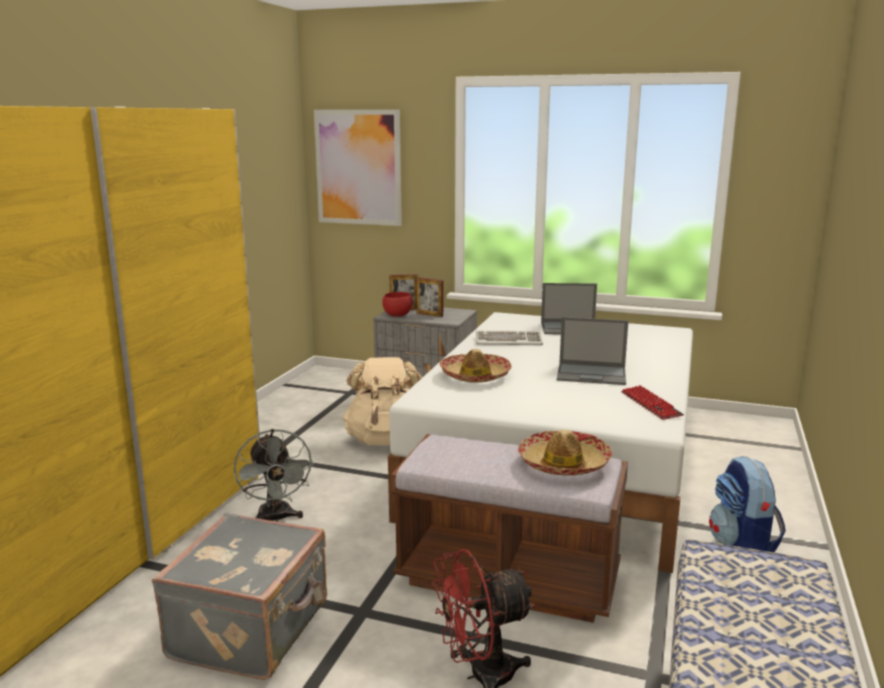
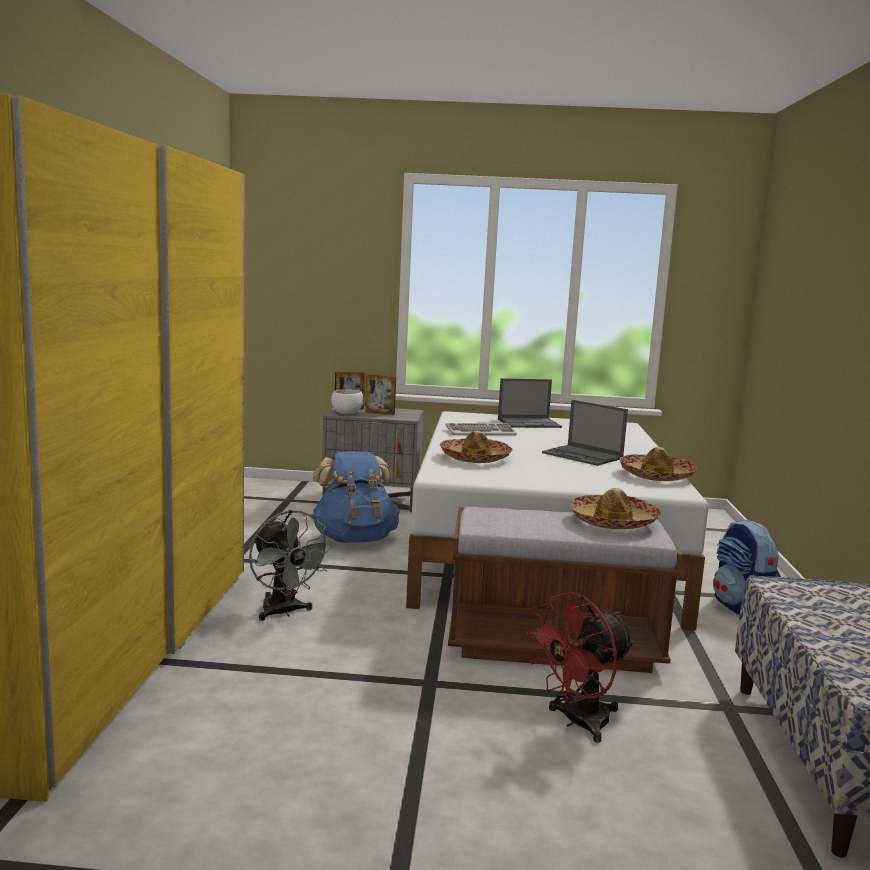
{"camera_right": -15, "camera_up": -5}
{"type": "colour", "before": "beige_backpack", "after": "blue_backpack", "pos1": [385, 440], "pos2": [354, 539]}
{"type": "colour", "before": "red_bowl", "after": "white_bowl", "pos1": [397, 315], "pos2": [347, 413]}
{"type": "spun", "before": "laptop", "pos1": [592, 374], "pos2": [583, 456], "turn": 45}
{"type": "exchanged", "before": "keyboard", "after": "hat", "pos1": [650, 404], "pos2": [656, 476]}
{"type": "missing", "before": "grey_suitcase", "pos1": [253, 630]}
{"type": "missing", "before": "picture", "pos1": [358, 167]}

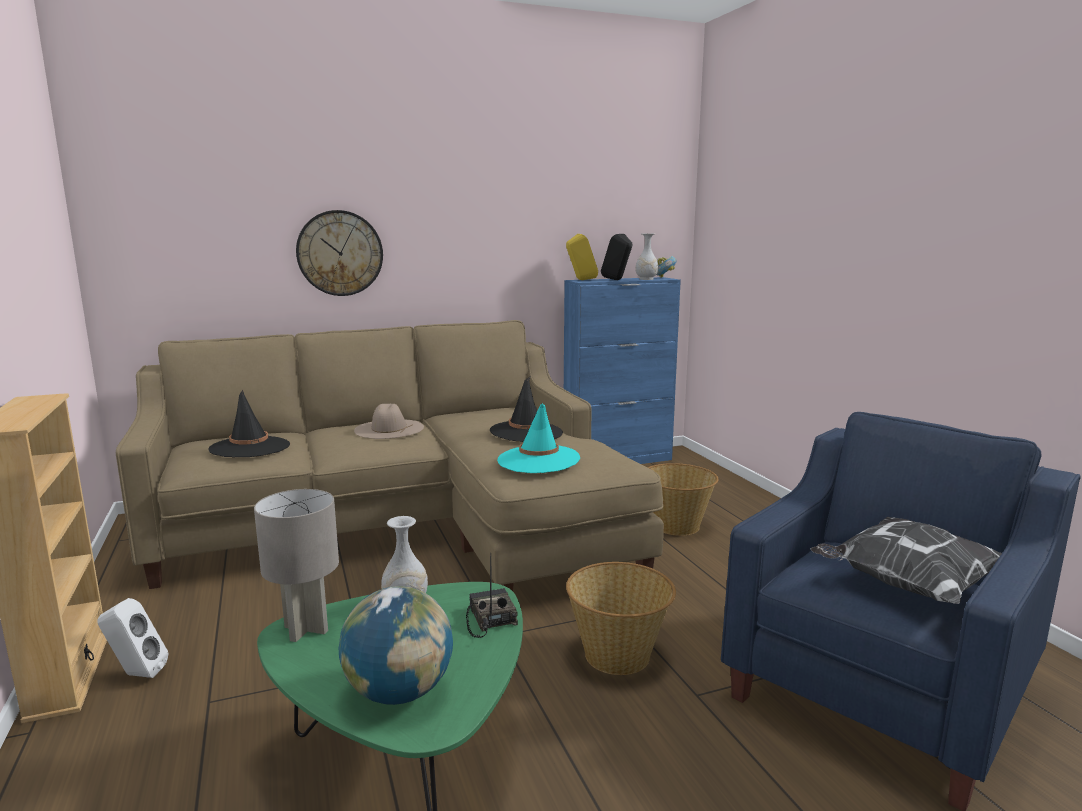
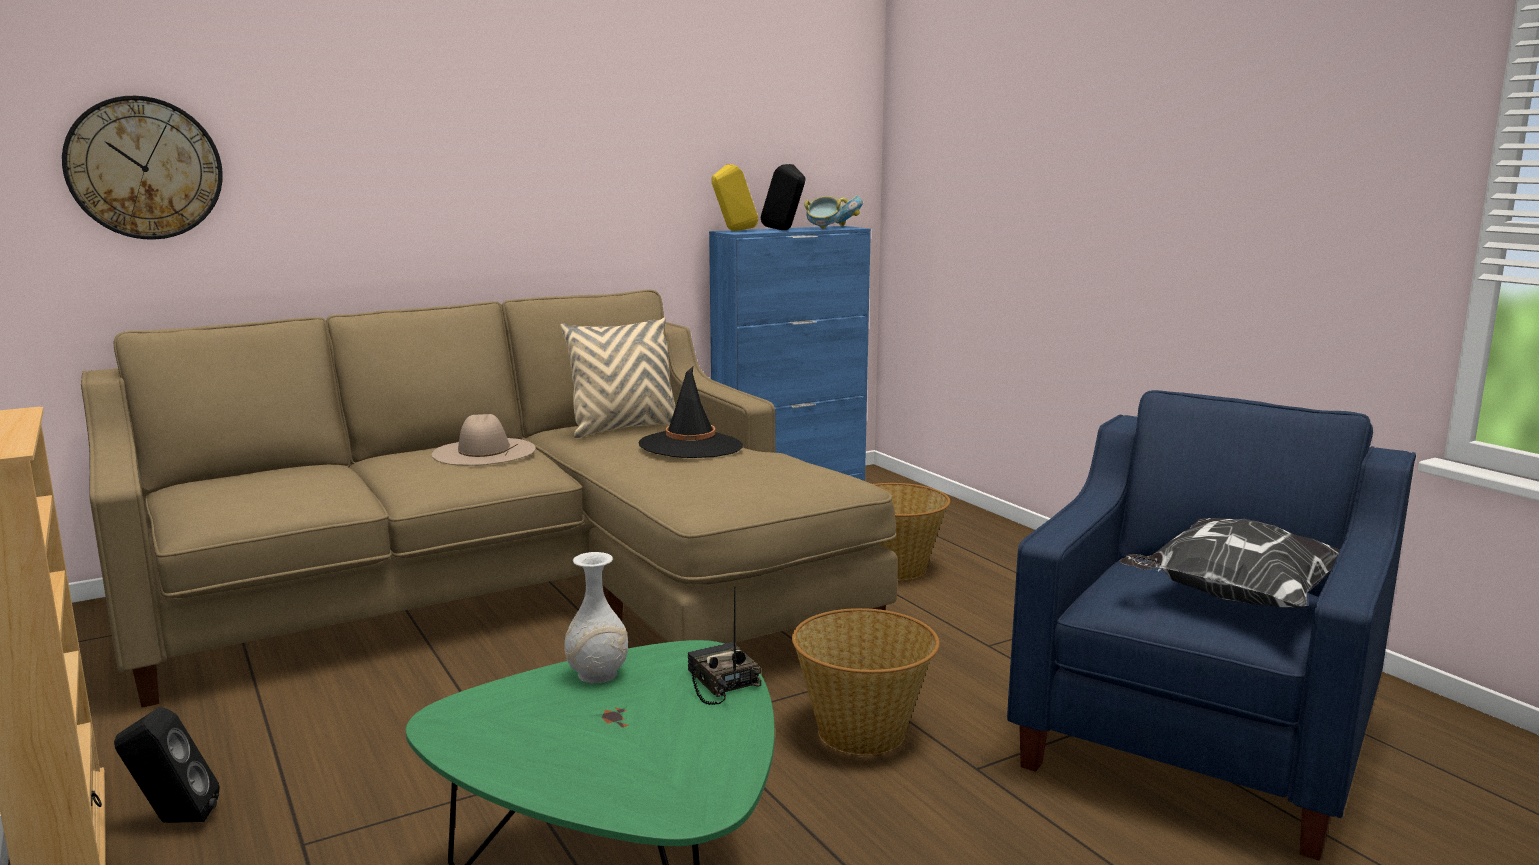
{"camera_right": -10, "camera_up": 0}
{"type": "relocated", "before": "wall_clock", "pos1": [340, 253], "pos2": [144, 168]}
{"type": "colour", "before": "white_speaker", "after": "black_speaker", "pos1": [136, 674], "pos2": [173, 821]}
{"type": "appeared", "after": "beige_pillow", "pos2": [624, 428]}
{"type": "exchanged", "before": "white_vase", "after": "bowl", "pos1": [646, 279], "pos2": [823, 228]}
{"type": "missing", "before": "black_hat", "pos1": [250, 447]}
{"type": "missing", "before": "grey_table_lamp", "pos1": [306, 628]}
{"type": "missing", "before": "globe", "pos1": [399, 692]}
{"type": "missing", "before": "turquoise_hat", "pos1": [538, 460]}

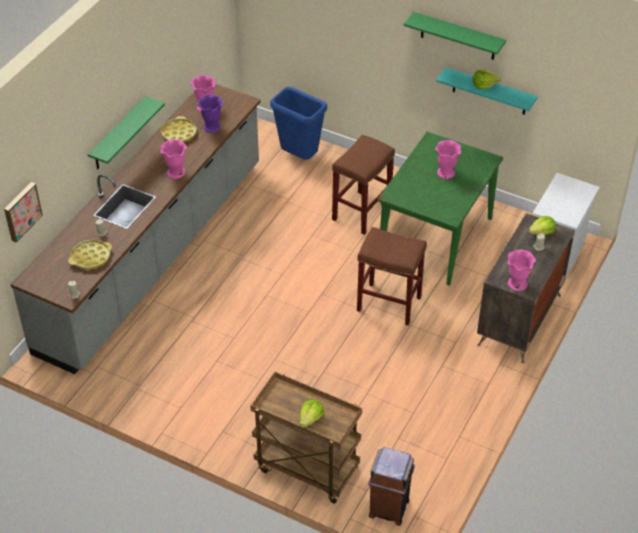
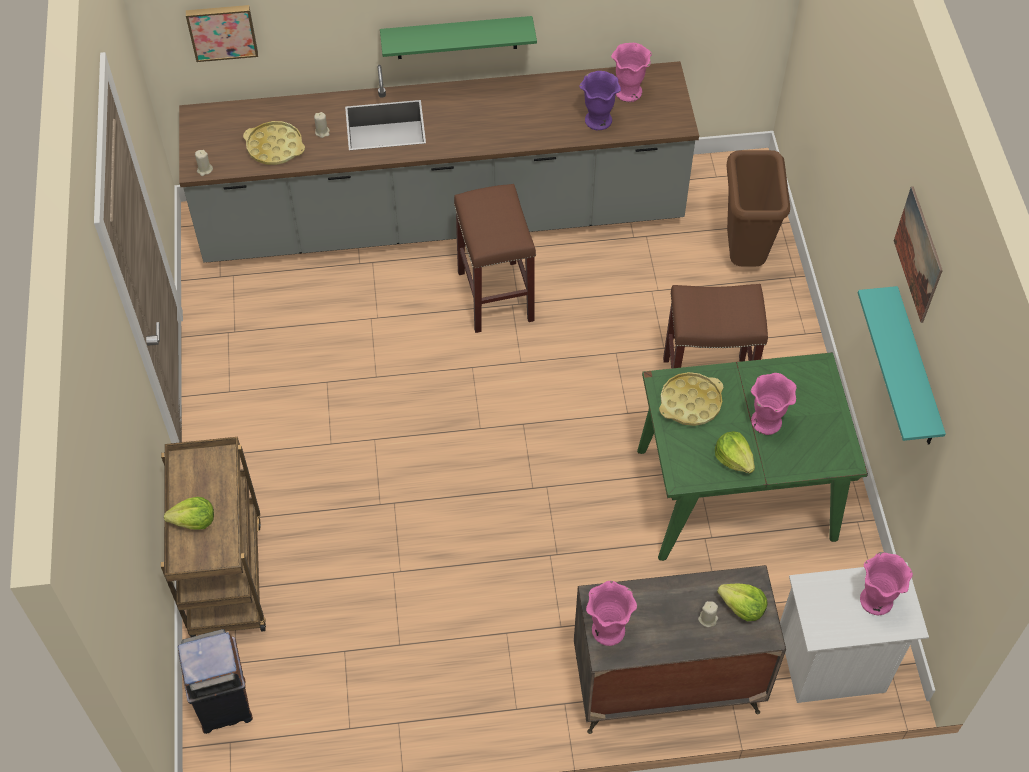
{"camera_right": 55, "camera_up": 10}
{"type": "relocated", "before": "brown_stool", "pos1": [388, 304], "pos2": [494, 295]}
{"type": "relocated", "before": "yellow_tray", "pos1": [179, 133], "pos2": [690, 402]}
{"type": "relocated", "before": "lettuce", "pos1": [484, 85], "pos2": [734, 459]}
{"type": "colour", "before": "blue_trash_can", "after": "brown_trash_can", "pos1": [298, 157], "pos2": [743, 255]}
{"type": "relocated", "before": "pink_vase", "pos1": [176, 173], "pos2": [875, 600]}
{"type": "exchanged", "before": "green_shelf", "after": "picture", "pos1": [458, 36], "pos2": [918, 254]}

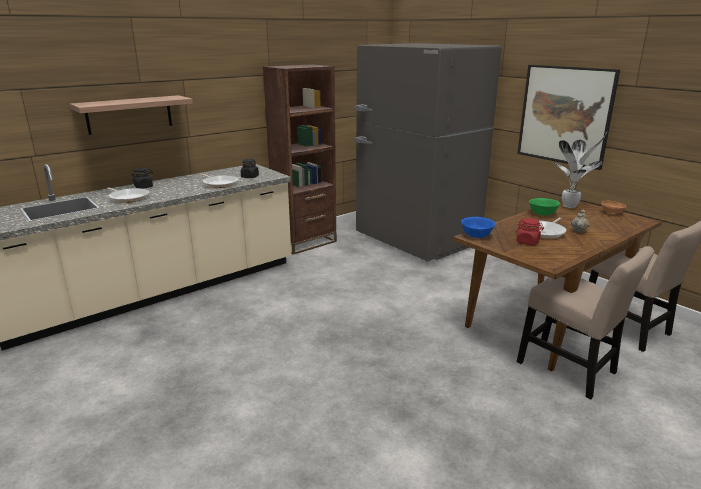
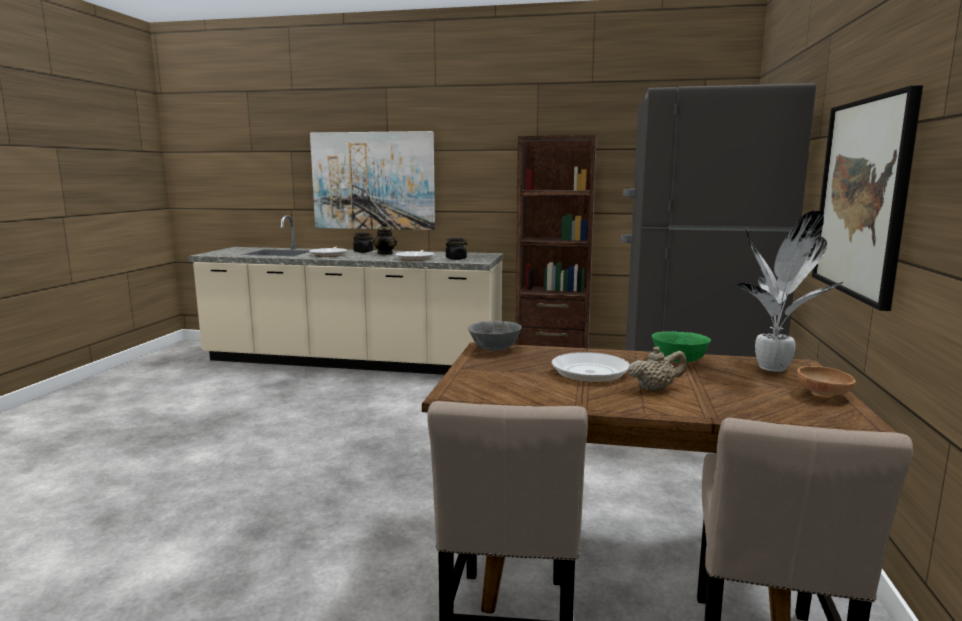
{"camera_right": 50, "camera_up": -10}
{"type": "exchanged", "before": "shelf", "after": "picture", "pos1": [129, 114], "pos2": [373, 181]}
{"type": "appeared", "after": "teapot", "pos2": [385, 254]}
{"type": "colour", "before": "blue_bowl", "after": "grey_bowl", "pos1": [477, 236], "pos2": [494, 349]}
{"type": "missing", "before": "red_jar", "pos1": [528, 242]}

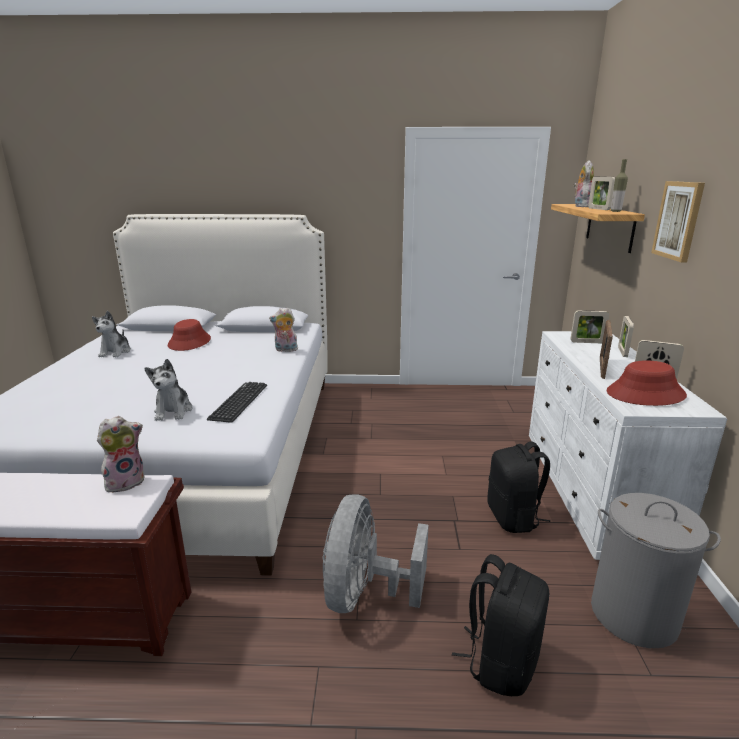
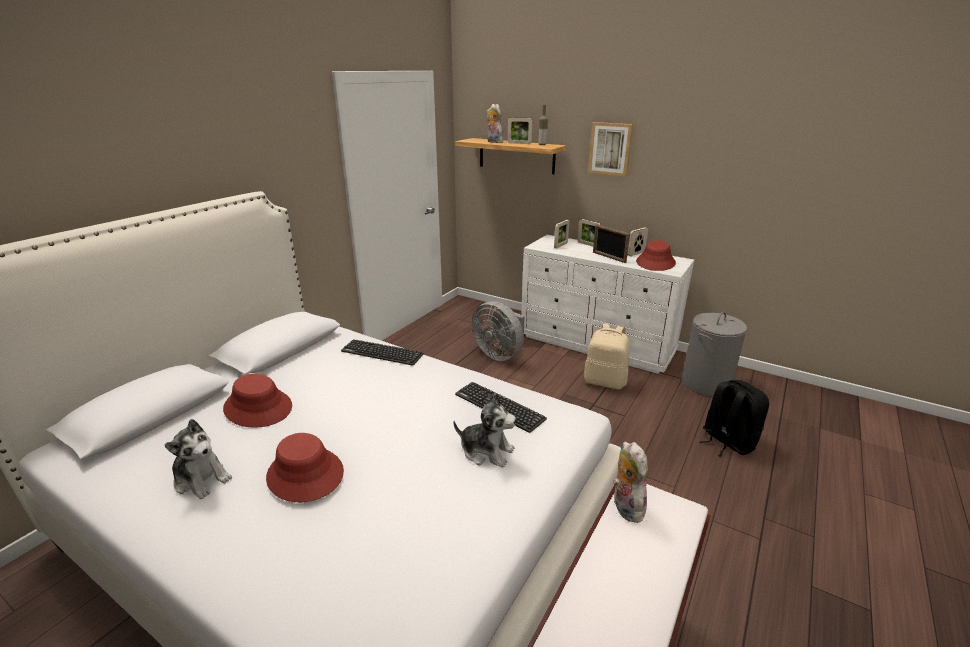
{"camera_right": -60, "camera_up": 5}
{"type": "appeared", "after": "red_hat", "pos2": [305, 475]}
{"type": "exchanged", "before": "plush_toy", "after": "keyboard", "pos1": [285, 350], "pos2": [382, 353]}
{"type": "relocated", "before": "grey_fan", "pos1": [365, 594], "pos2": [500, 354]}
{"type": "colour", "before": "black_backpack", "after": "beige_backpack", "pos1": [513, 518], "pos2": [605, 381]}

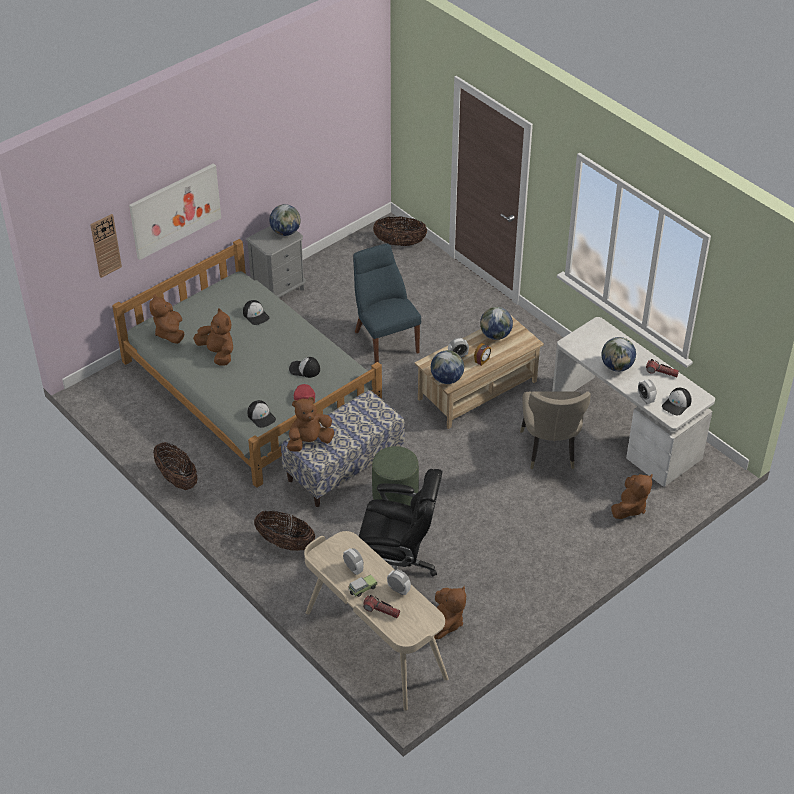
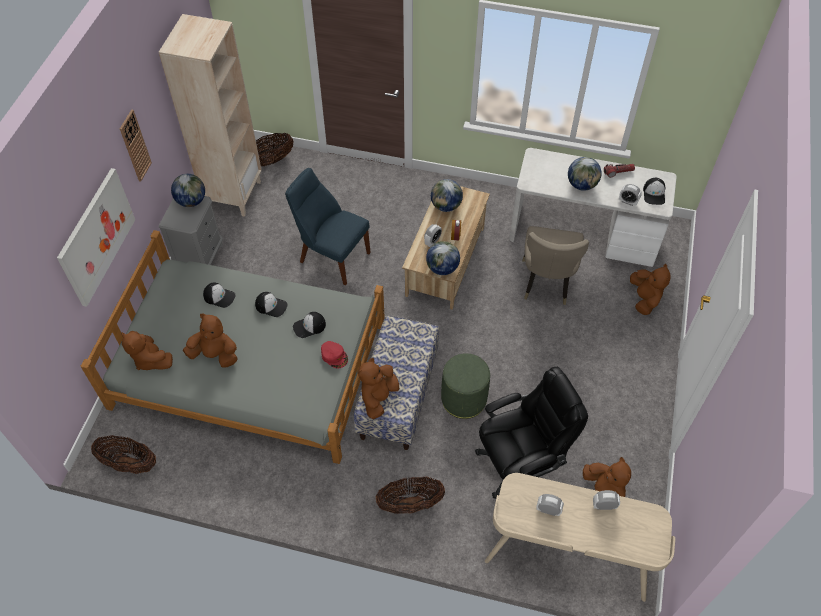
{"camera_right": -35, "camera_up": 10}
{"type": "relocated", "before": "basket", "pos1": [177, 478], "pos2": [129, 463]}
{"type": "relocated", "before": "wall_clock", "pos1": [105, 245], "pos2": [135, 146]}
{"type": "appeared", "after": "beige_bookcase", "pos2": [234, 194]}
{"type": "relocated", "before": "cap", "pos1": [261, 416], "pos2": [271, 306]}
{"type": "spun", "before": "beige_chair", "pos1": [550, 451], "pos2": [546, 284], "turn": 45}
{"type": "missing", "before": "toy_car", "pos1": [362, 589]}
{"type": "missing", "before": "flashlight", "pos1": [381, 610]}

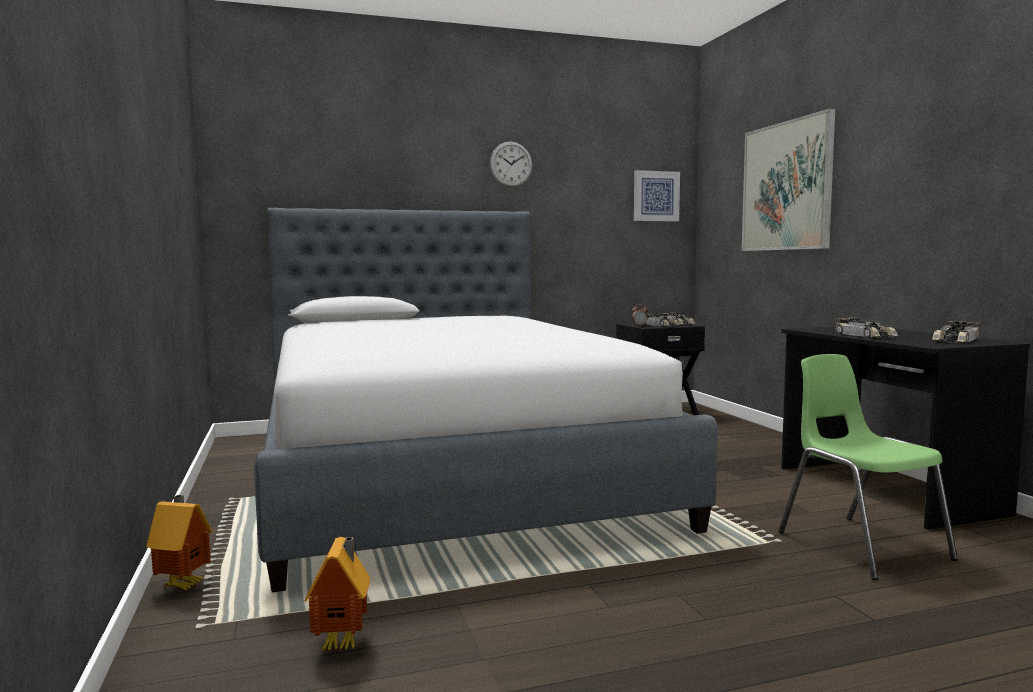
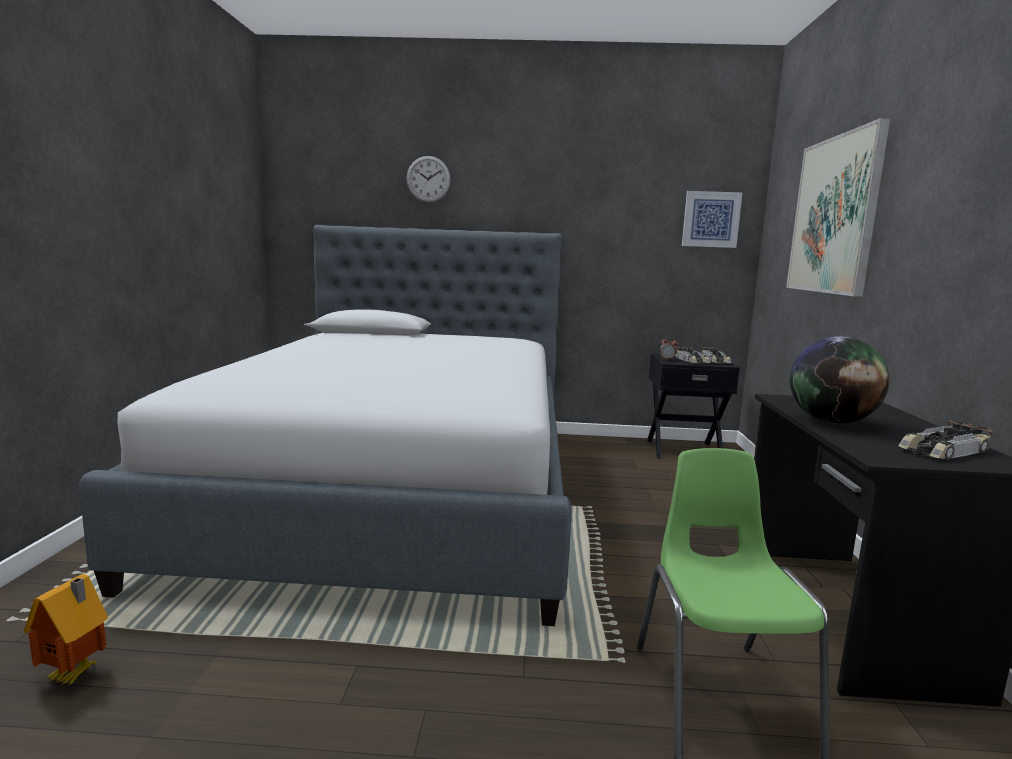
{"camera_right": 20, "camera_up": 5}
{"type": "relocated", "before": "wall_clock", "pos1": [511, 164], "pos2": [428, 179]}
{"type": "exchanged", "before": "toy_car", "after": "globe", "pos1": [865, 335], "pos2": [831, 421]}
{"type": "missing", "before": "toy_house", "pos1": [184, 585]}

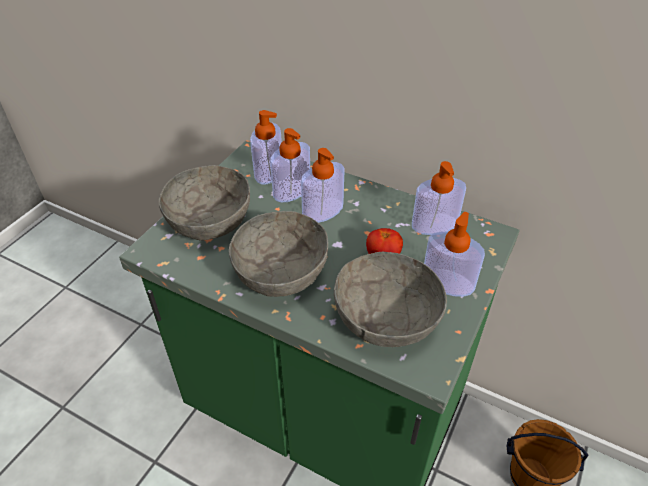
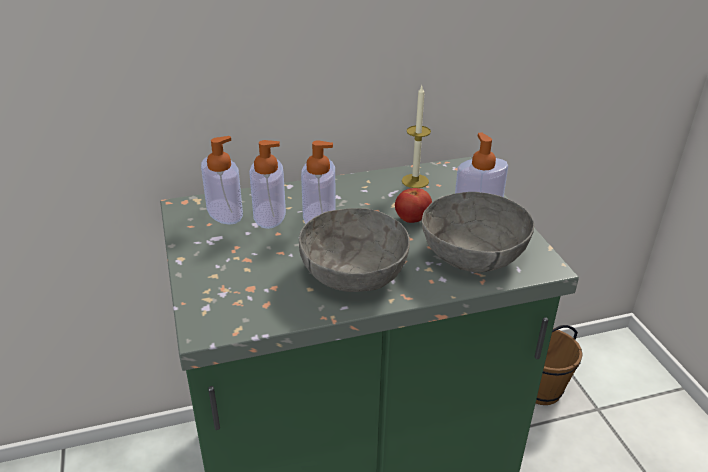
{"camera_right": -45, "camera_up": -10}
{"type": "exchanged", "before": "soap_dispenser", "after": "candle", "pos1": [434, 224], "pos2": [415, 181]}
{"type": "missing", "before": "grey_bowl", "pos1": [209, 220]}

